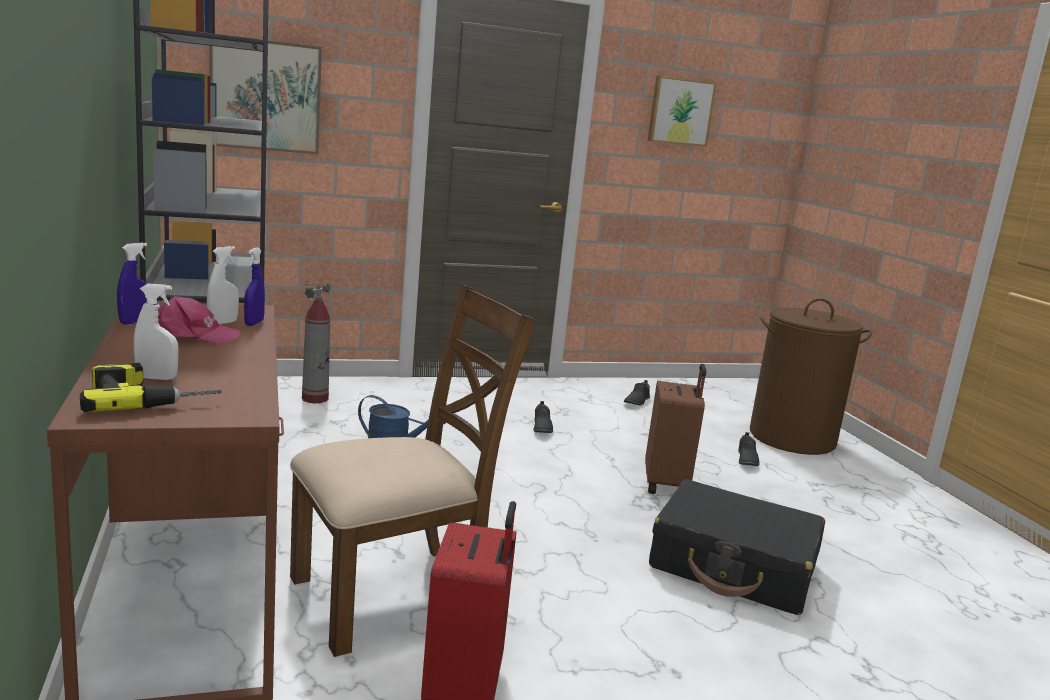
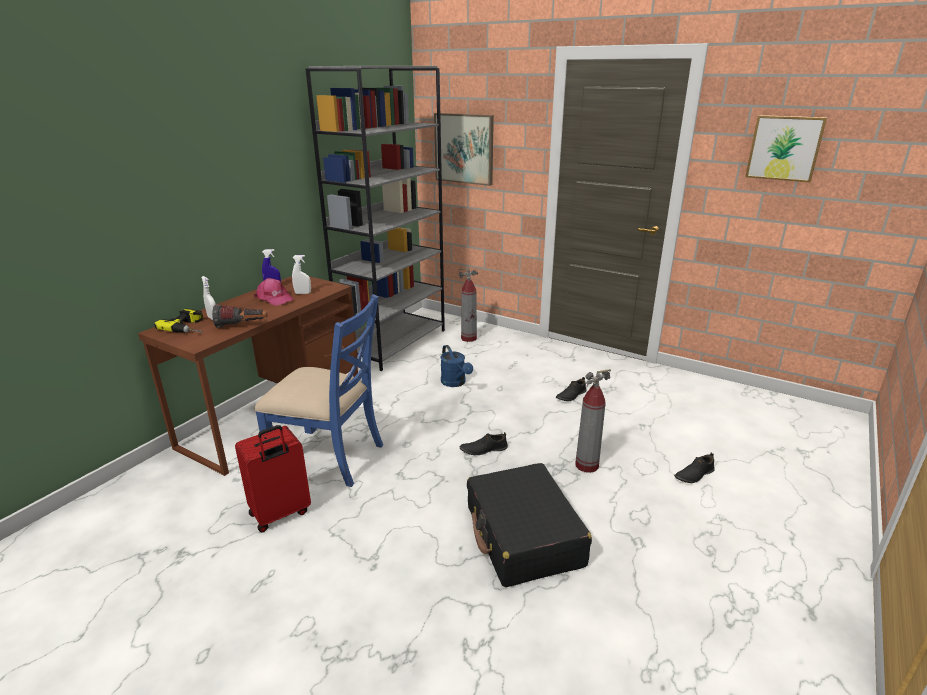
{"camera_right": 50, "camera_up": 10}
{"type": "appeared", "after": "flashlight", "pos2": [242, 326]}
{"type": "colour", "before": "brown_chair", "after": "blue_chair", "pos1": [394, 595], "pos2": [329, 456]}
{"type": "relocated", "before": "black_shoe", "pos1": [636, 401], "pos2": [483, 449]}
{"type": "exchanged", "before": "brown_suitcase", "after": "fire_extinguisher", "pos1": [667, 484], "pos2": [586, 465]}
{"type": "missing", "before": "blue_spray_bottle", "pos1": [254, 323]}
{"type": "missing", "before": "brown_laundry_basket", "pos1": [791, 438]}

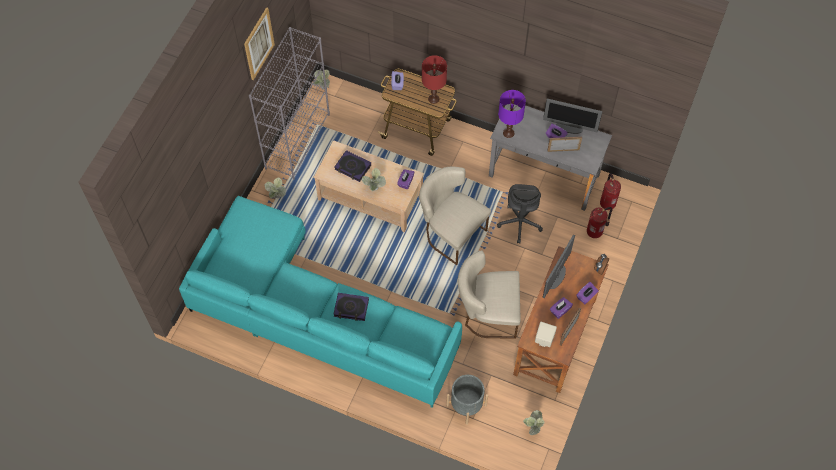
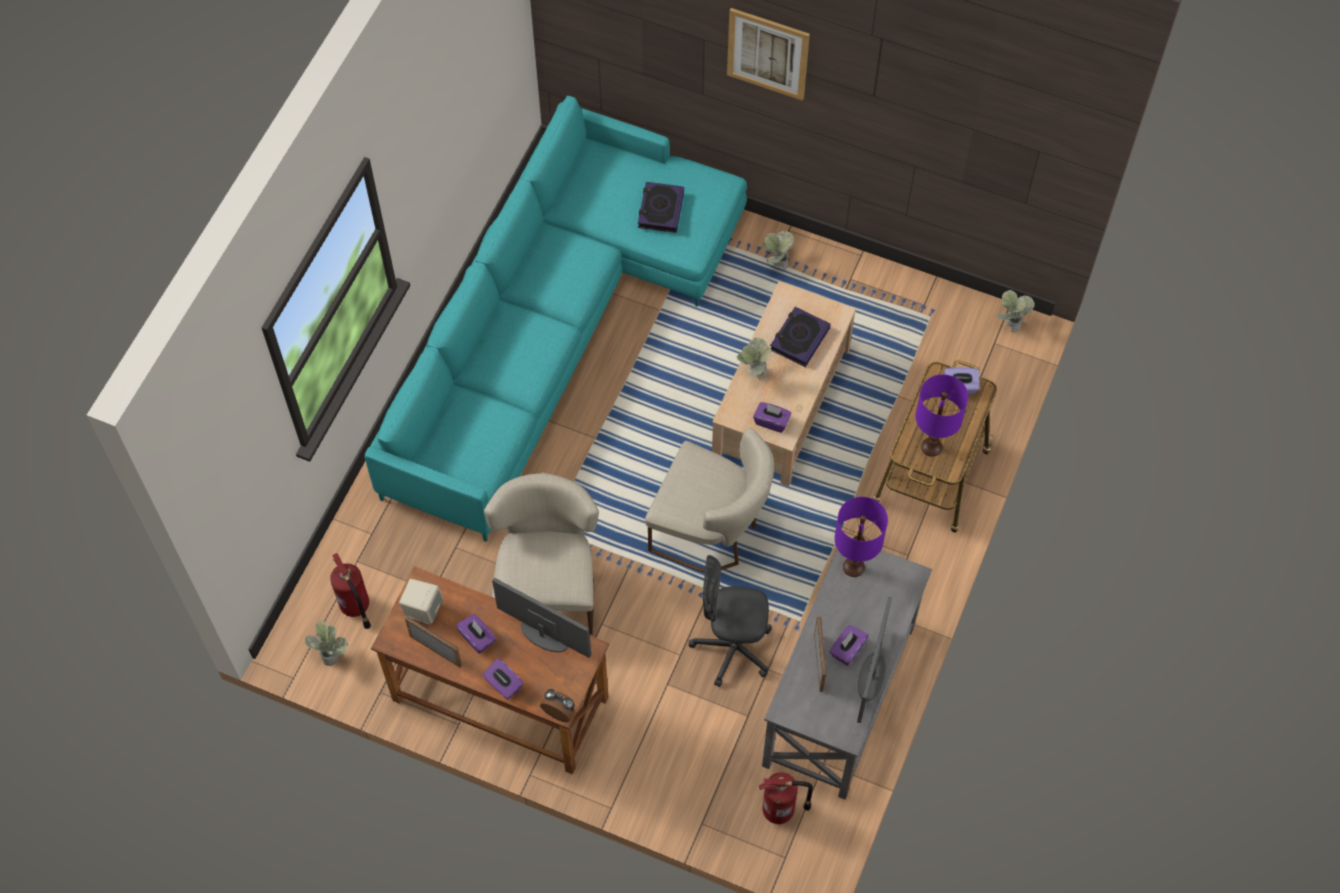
{"camera_right": 90, "camera_up": 0}
{"type": "relocated", "before": "fire_extinguisher", "pos1": [595, 231], "pos2": [355, 607]}
{"type": "relocated", "before": "book", "pos1": [351, 308], "pos2": [660, 210]}
{"type": "spun", "before": "beige_chair", "pos1": [450, 232], "pos2": [711, 531], "turn": 75}
{"type": "relocated", "before": "picture", "pos1": [259, 44], "pos2": [768, 53]}
{"type": "colour", "before": "red_table_lamp", "after": "purple_table_lamp", "pos1": [433, 99], "pos2": [931, 447]}
{"type": "missing", "before": "grey_bookcase", "pos1": [297, 141]}
{"type": "missing", "before": "grey_planter", "pos1": [466, 405]}

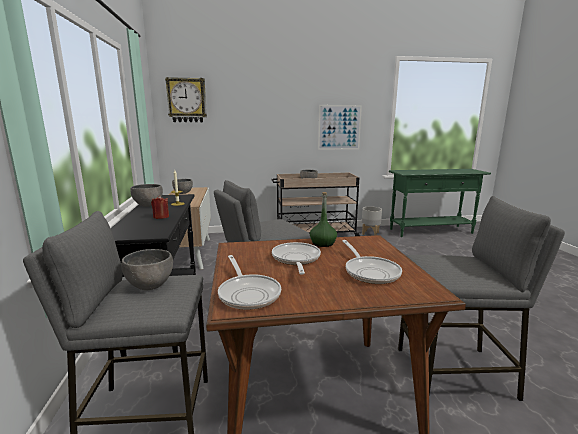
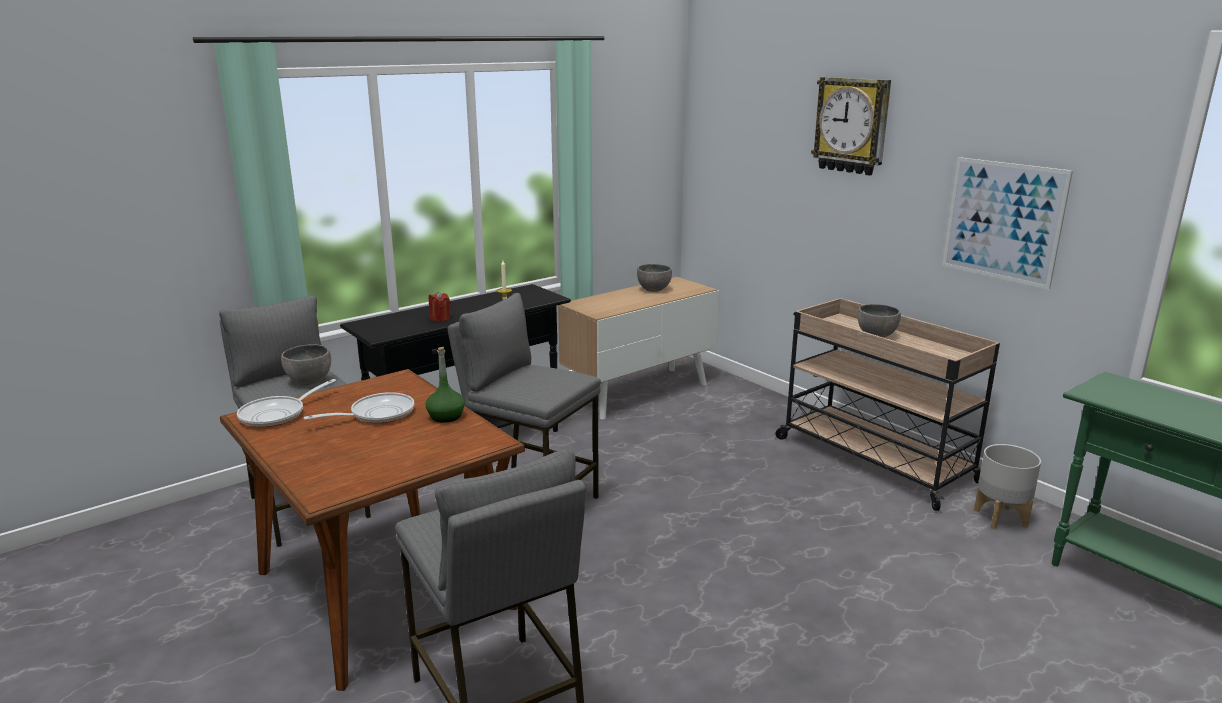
{"camera_right": 60, "camera_up": 5}
{"type": "relocated", "before": "wall_clock", "pos1": [187, 100], "pos2": [852, 125]}
{"type": "missing", "before": "grey_bowl", "pos1": [148, 205]}
{"type": "missing", "before": "frying_pan", "pos1": [370, 272]}

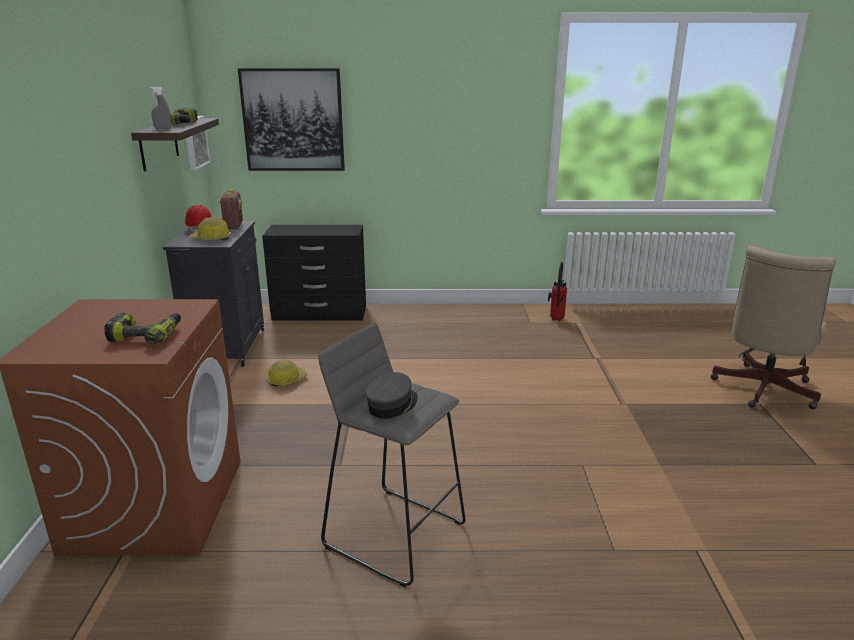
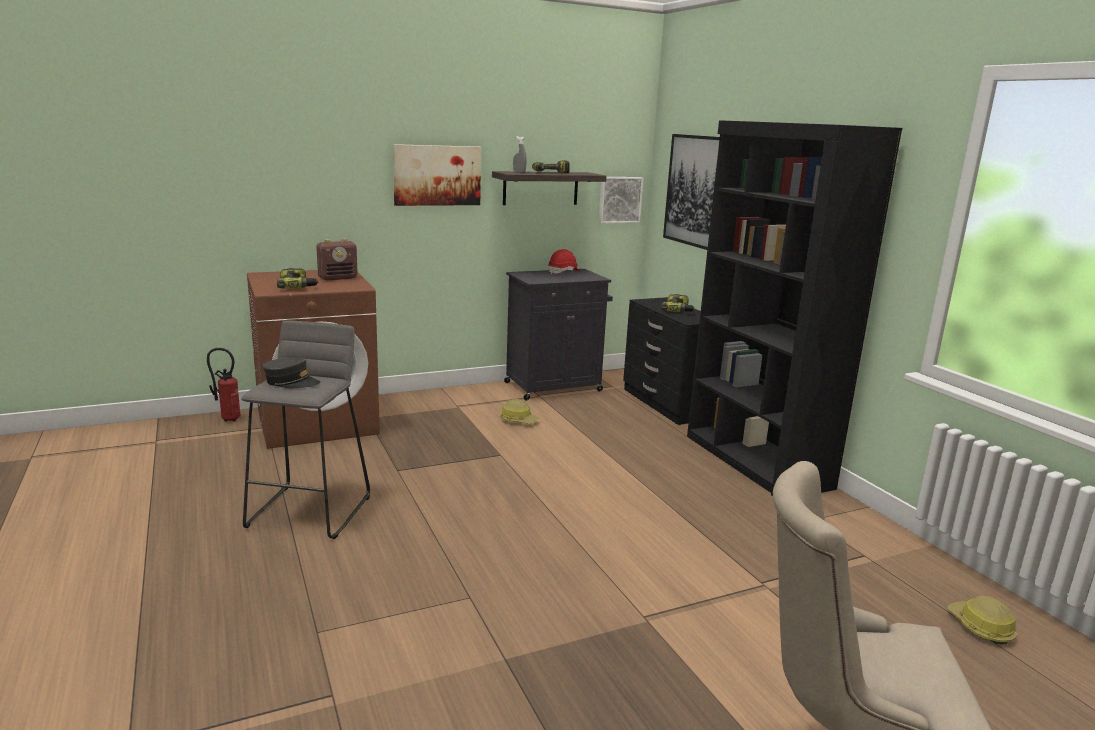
{"camera_right": 65, "camera_up": -5}
{"type": "relocated", "before": "fire_extinguisher", "pos1": [555, 319], "pos2": [228, 419]}
{"type": "relocated", "before": "radio", "pos1": [233, 225], "pos2": [338, 278]}
{"type": "appeared", "after": "picture", "pos2": [437, 175]}
{"type": "appeared", "after": "power_drill", "pos2": [679, 310]}
{"type": "appeared", "after": "black_bookcase", "pos2": [756, 461]}
{"type": "relocated", "before": "hard_hat", "pos1": [211, 239], "pos2": [980, 627]}

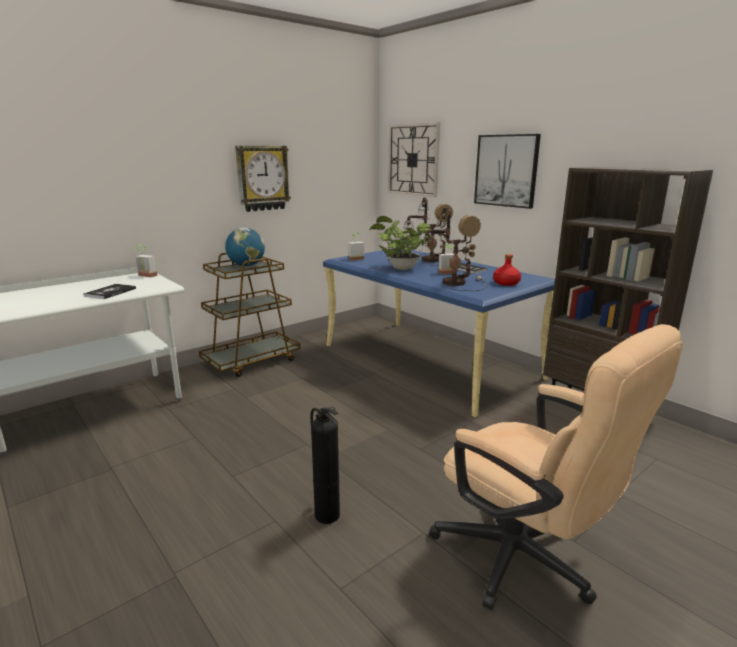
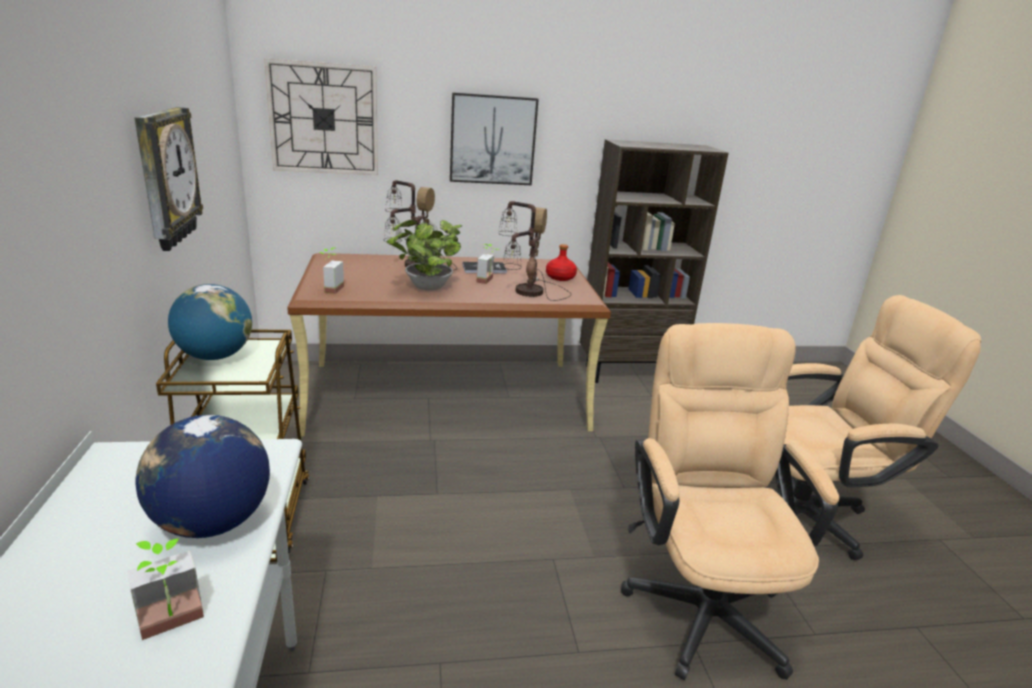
{"camera_right": -60, "camera_up": 5}
{"type": "relocated", "before": "potted_plant", "pos1": [145, 276], "pos2": [173, 627]}
{"type": "exchanged", "before": "book", "after": "globe", "pos1": [110, 292], "pos2": [211, 523]}
{"type": "colour", "before": "blue_desk", "after": "brown_desk", "pos1": [429, 361], "pos2": [448, 395]}
{"type": "exchanged", "before": "fire_extinguisher", "after": "beige_office_chair", "pos1": [326, 514], "pos2": [701, 598]}

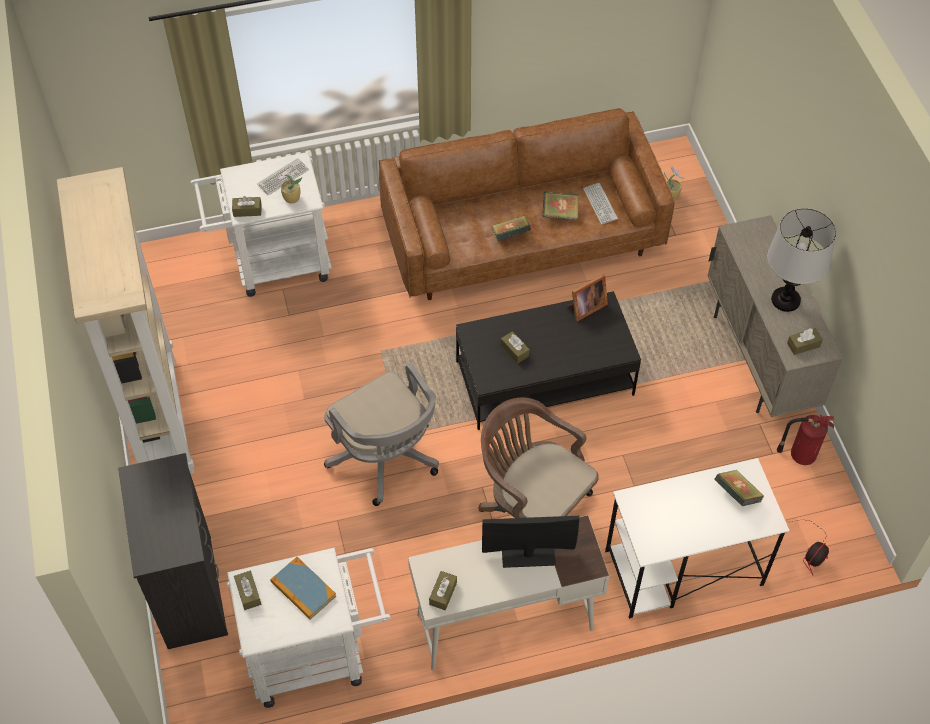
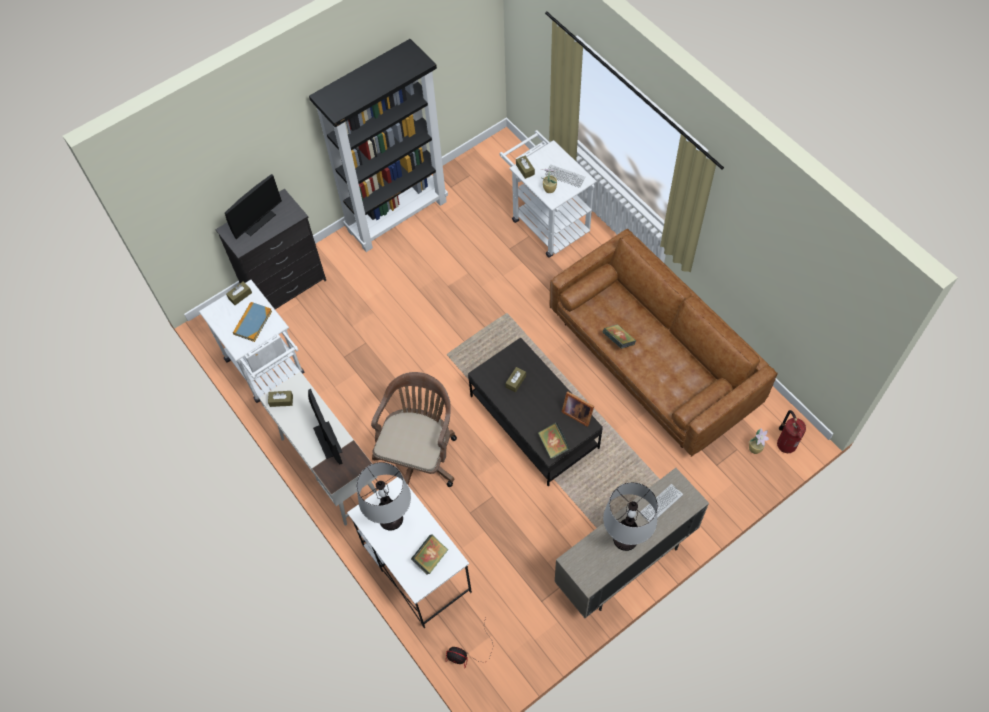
{"camera_right": 70, "camera_up": 5}
{"type": "appeared", "after": "monitor", "pos2": [258, 221]}
{"type": "colour", "before": "beige_bookcase", "after": "black_bookcase", "pos1": [158, 417], "pos2": [397, 215]}
{"type": "appeared", "after": "table_lamp", "pos2": [390, 519]}
{"type": "relocated", "before": "book", "pos1": [560, 213], "pos2": [553, 445]}
{"type": "relocated", "before": "keyboard", "pos1": [600, 204], "pos2": [661, 504]}
{"type": "relocated", "before": "fire_extinguisher", "pos1": [800, 455], "pos2": [786, 444]}
{"type": "missing", "before": "grey_office_chair", "pos1": [386, 459]}
{"type": "missing", "before": "brown_tissue_box", "pos1": [803, 345]}

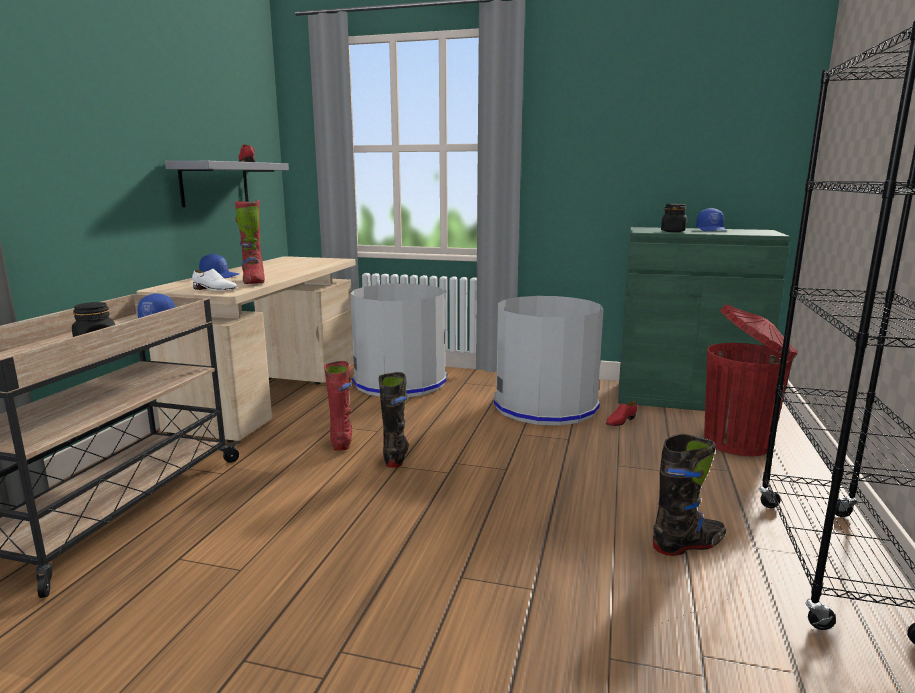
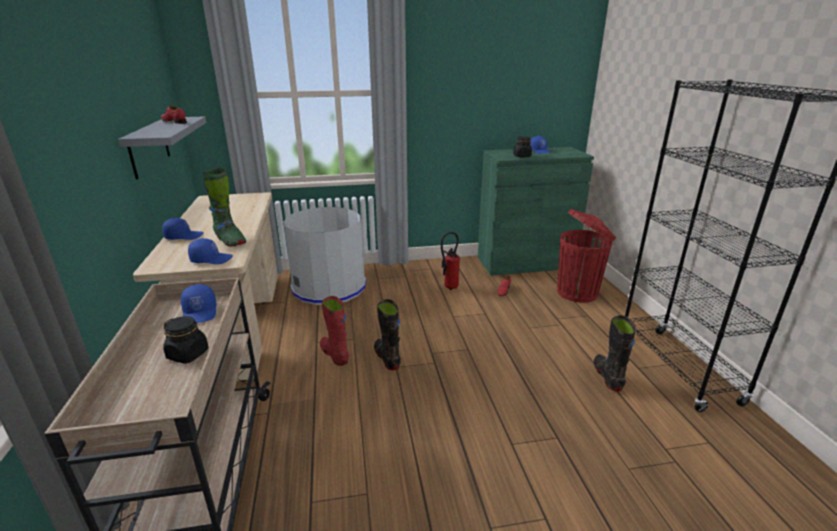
{"camera_right": -25, "camera_up": 10}
{"type": "exchanged", "before": "white_shoe", "after": "blue_cap", "pos1": [214, 289], "pos2": [211, 259]}
{"type": "colour", "before": "red_boot", "after": "green_boot", "pos1": [253, 281], "pos2": [230, 241]}
{"type": "exchanged", "before": "grey_trash_can", "after": "fire_extinguisher", "pos1": [545, 405], "pos2": [448, 287]}
{"type": "spun", "before": "black_boot", "pos1": [688, 545], "pos2": [608, 377], "turn": -45}

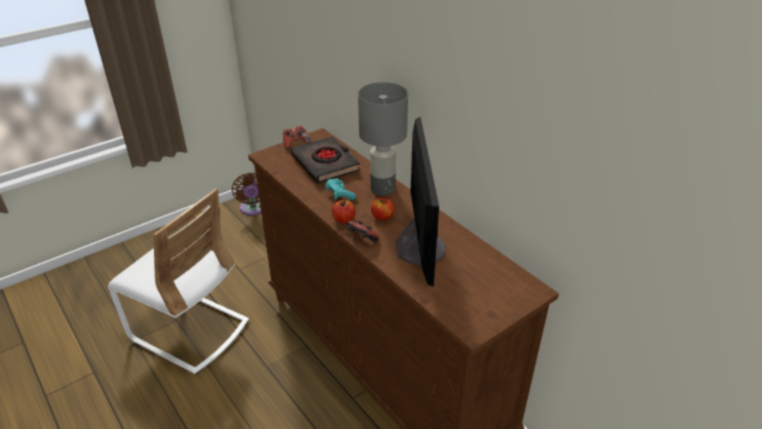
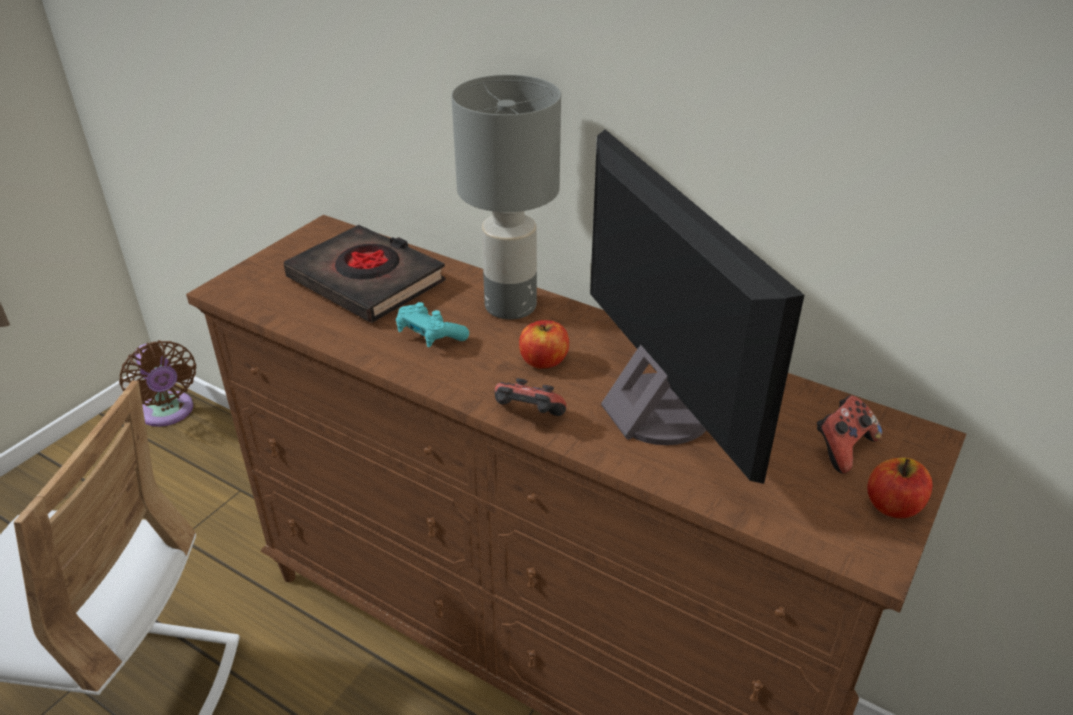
{"camera_right": -20, "camera_up": 0}
{"type": "relocated", "before": "game_controller", "pos1": [296, 144], "pos2": [842, 448]}
{"type": "relocated", "before": "apple", "pos1": [343, 219], "pos2": [893, 506]}

